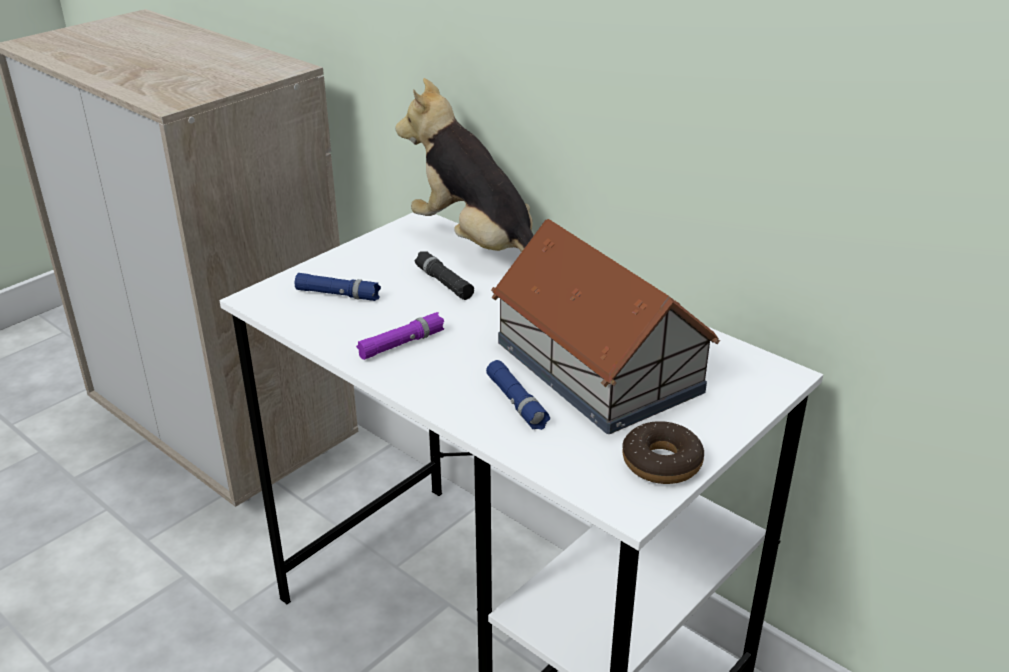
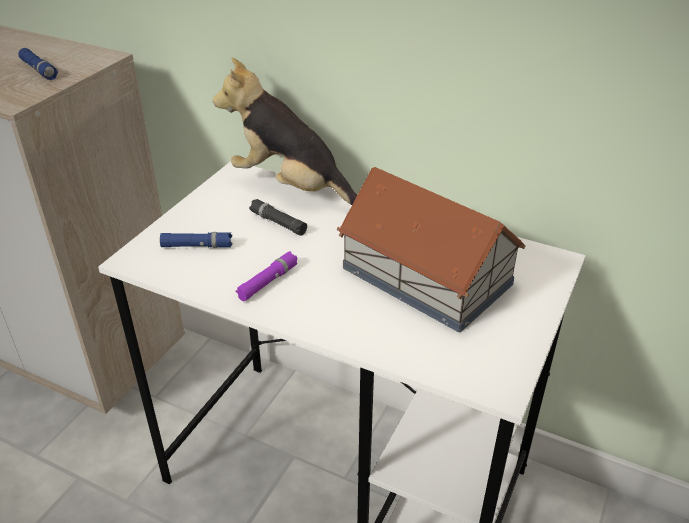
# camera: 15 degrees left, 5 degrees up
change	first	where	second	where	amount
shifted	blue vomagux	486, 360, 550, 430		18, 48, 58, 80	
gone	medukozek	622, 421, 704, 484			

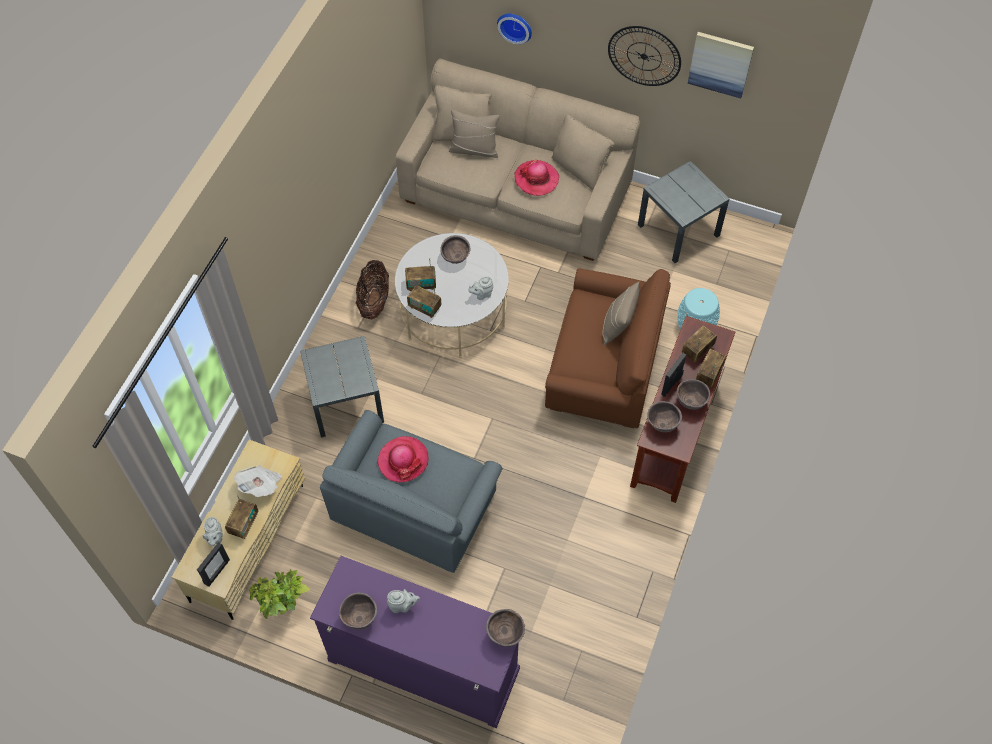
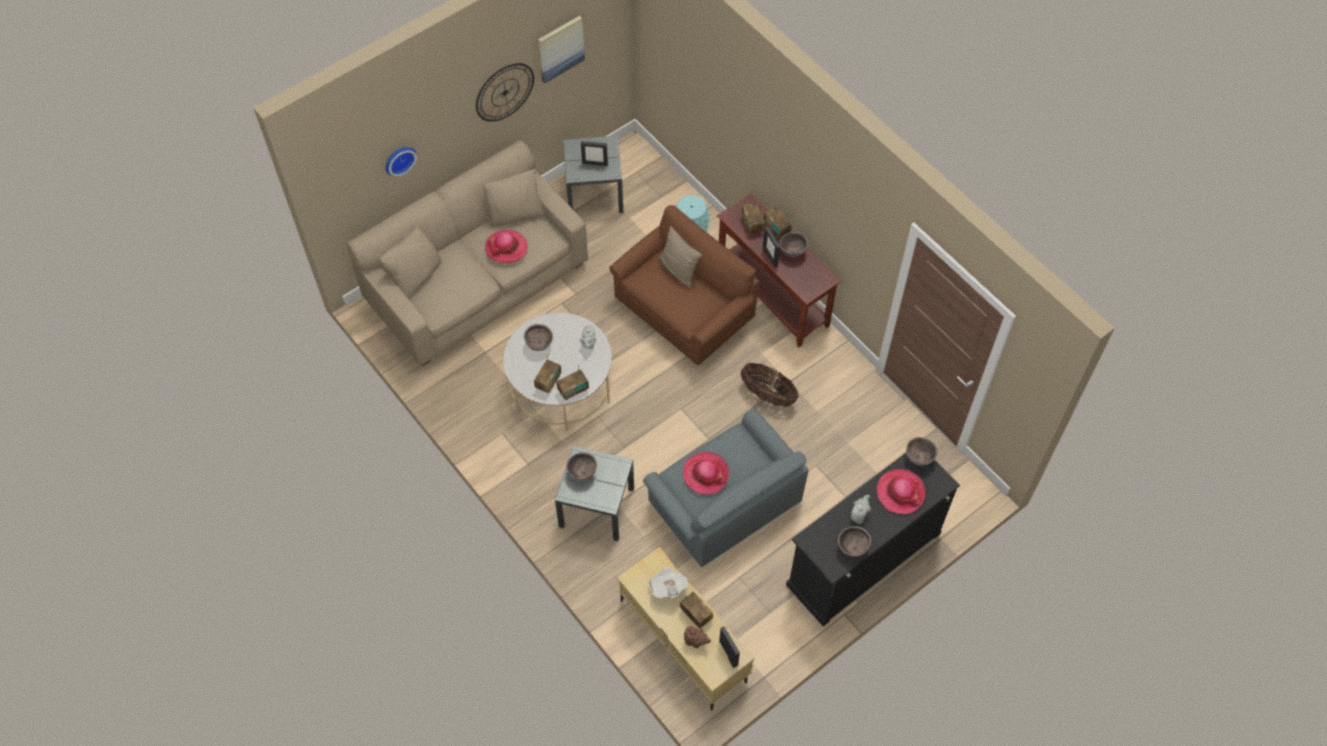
# camera: 60 degrees left, 0 degrees up
change	first	where	second	where	amount
repainted	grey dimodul	203, 517, 223, 546	brown dimodul	684, 626, 711, 648	
gone	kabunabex	249, 569, 310, 619			
repainted	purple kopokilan	310, 556, 520, 728	black kopokilan	786, 453, 960, 626	
shifted	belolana	356, 260, 389, 319		741, 363, 799, 407	
gone	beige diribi	449, 110, 500, 158			
shifted	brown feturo	647, 401, 682, 433		566, 452, 597, 481	
new			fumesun	581, 141, 608, 166	
new			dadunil	876, 469, 926, 514	

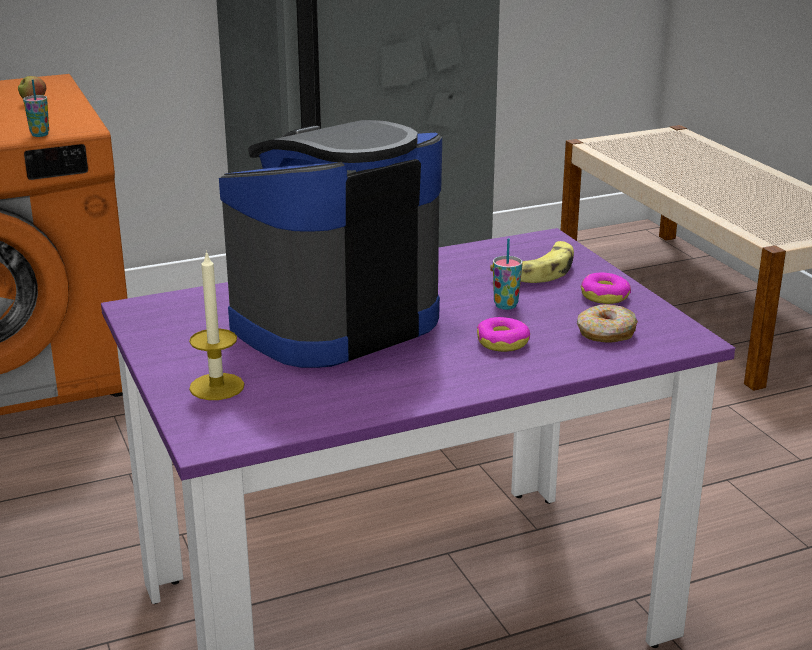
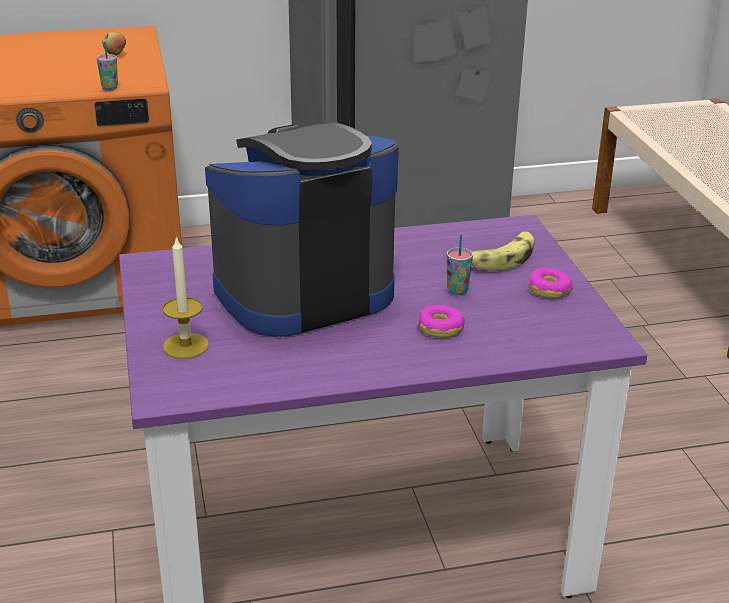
# camera: 10 degrees right, 5 degrees up
change	first	where	second	where	amount
gone	medukozek	577, 304, 638, 343			

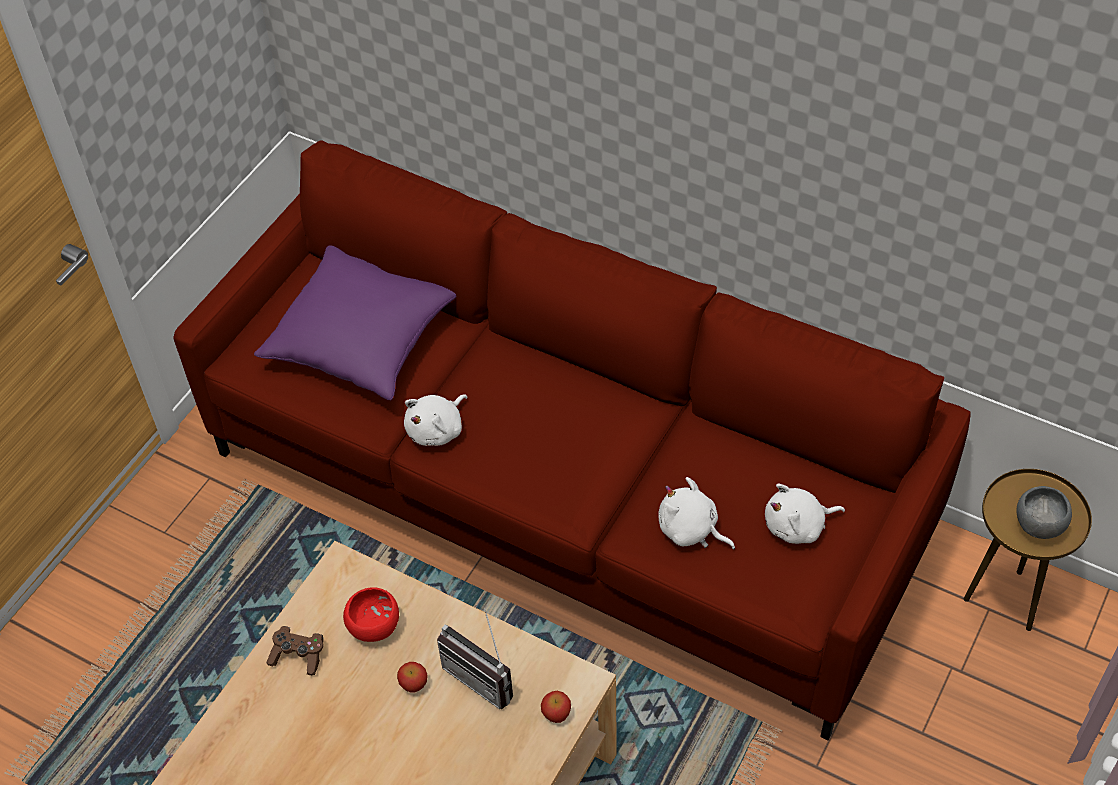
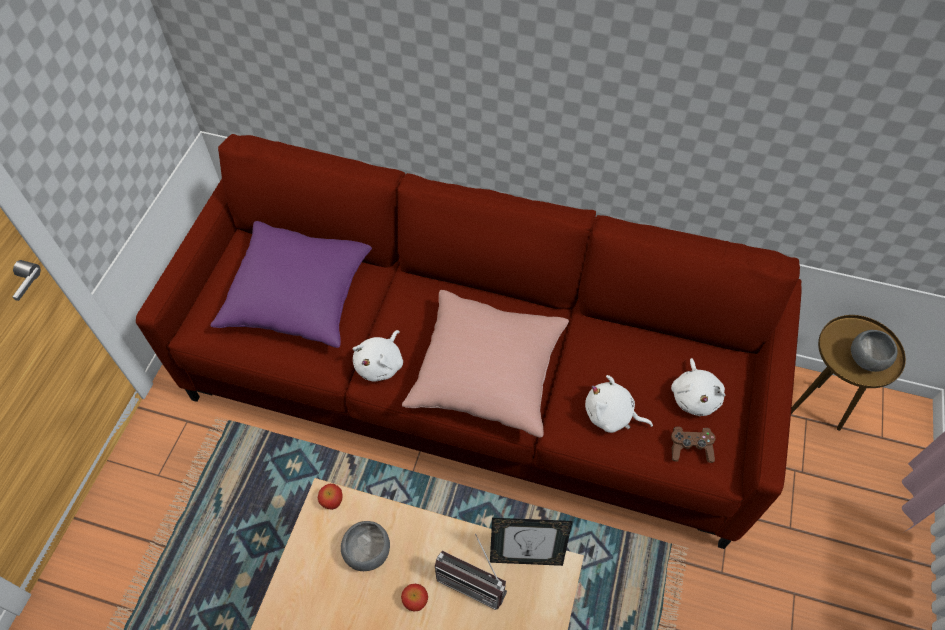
# camera: 15 degrees left, 5 degrees up
change	first	where	second	where	amount
shifted	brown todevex	267, 626, 323, 675		671, 427, 716, 463	
repainted	red feturo	343, 587, 399, 642	grey feturo	341, 521, 390, 571	
shifted	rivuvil	541, 691, 571, 723		317, 484, 343, 510	
rotated	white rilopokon	765, 483, 845, 544		671, 358, 725, 416	60 degrees counterclockwise
new			pink diribi	402, 290, 569, 437	
new			fumesun	490, 518, 573, 566	

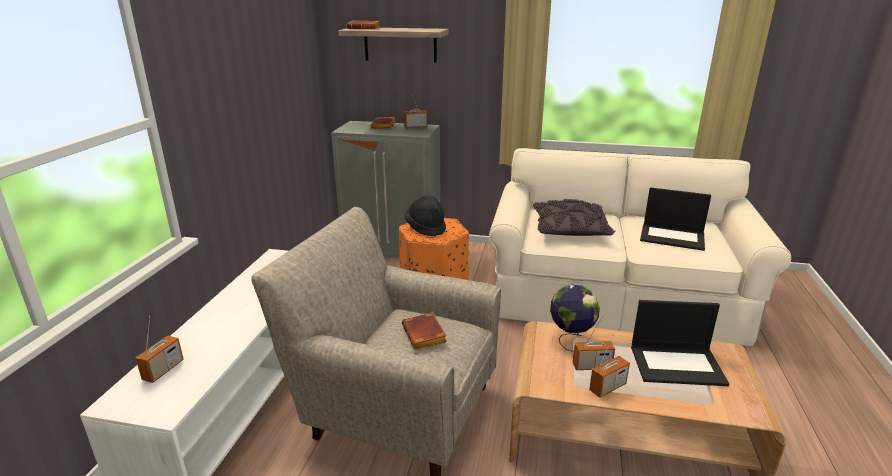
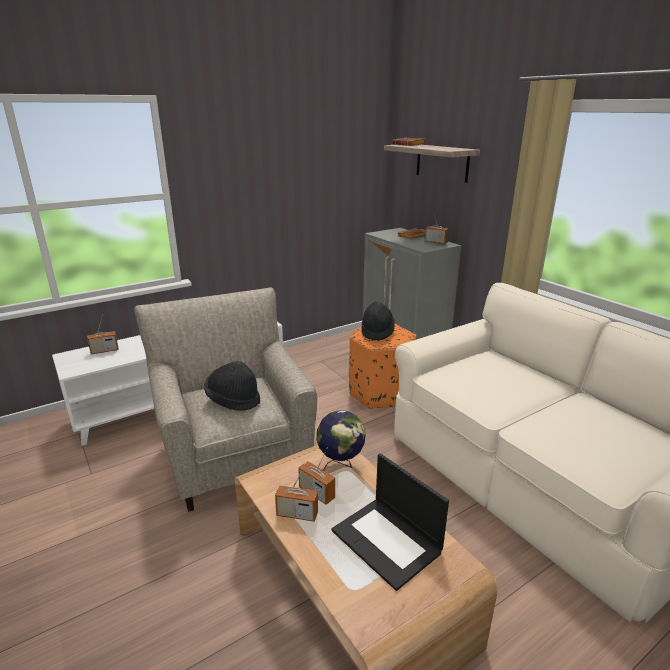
# camera: 45 degrees right, 0 degrees up
change	first	where	second	where	amount
swapped	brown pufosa	402, 312, 447, 350	black dadunil	204, 361, 260, 411	
gone	black diribi	533, 199, 615, 236			
gone	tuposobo	640, 187, 711, 251			

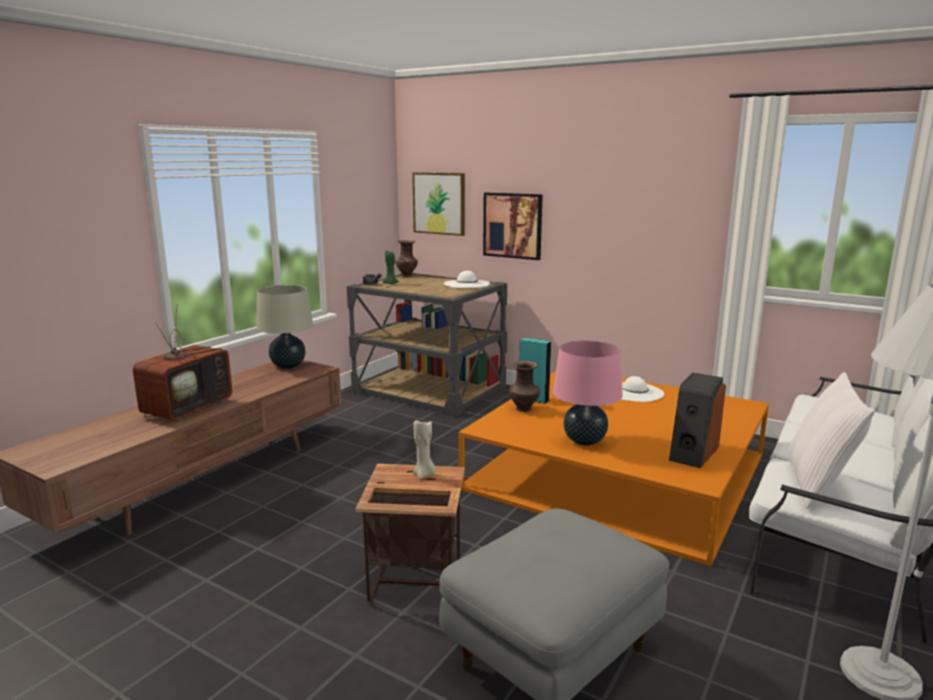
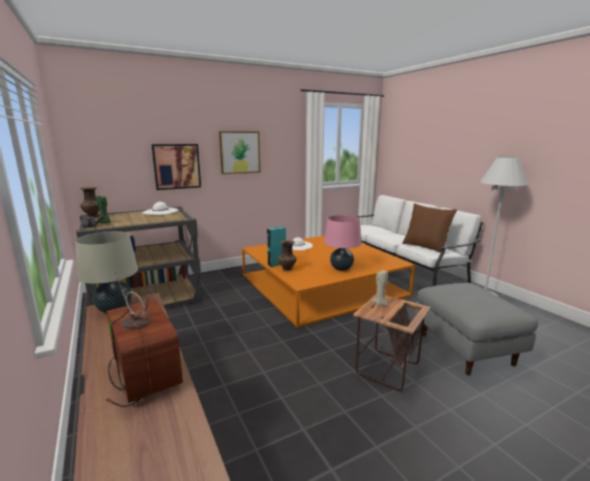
# camera: 60 degrees left, 0 degrees up
change	first	where	second	where	amount
shifted	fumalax	412, 172, 465, 236		219, 131, 260, 174	
gone	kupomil	669, 372, 726, 468			
repainted	white diribi	788, 372, 875, 509	brown diribi	402, 203, 457, 253	

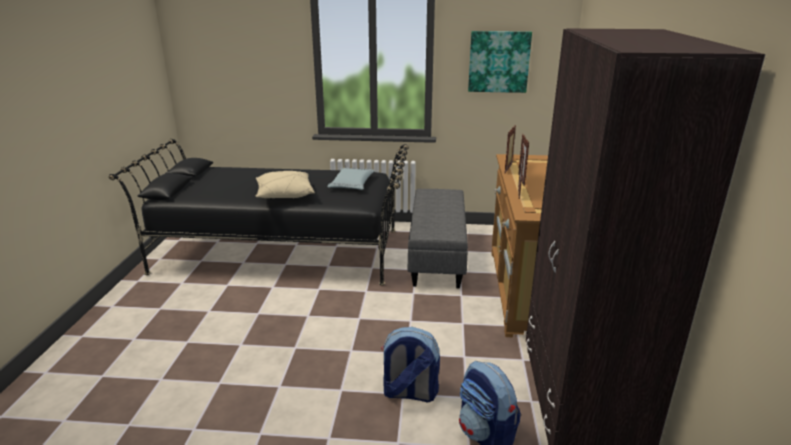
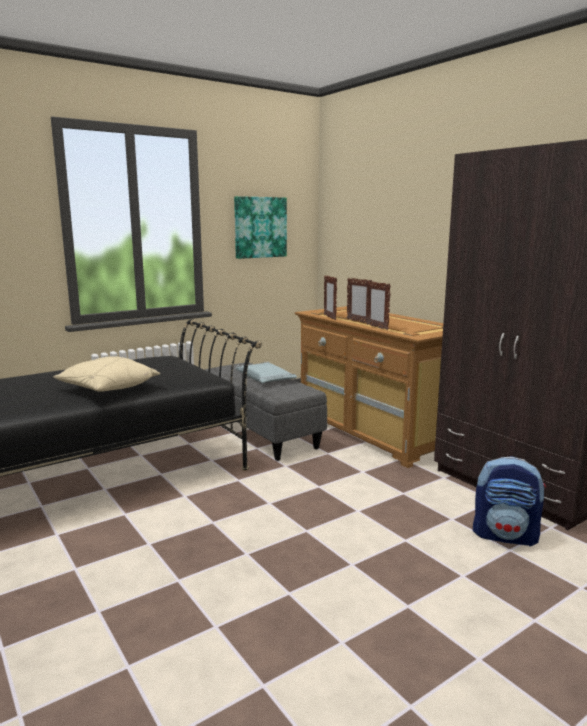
# camera: 40 degrees left, 10 degrees down
change	first	where	second	where	amount
shifted	blue diribi	327, 166, 374, 190		235, 362, 297, 383	
gone	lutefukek	381, 327, 440, 402			

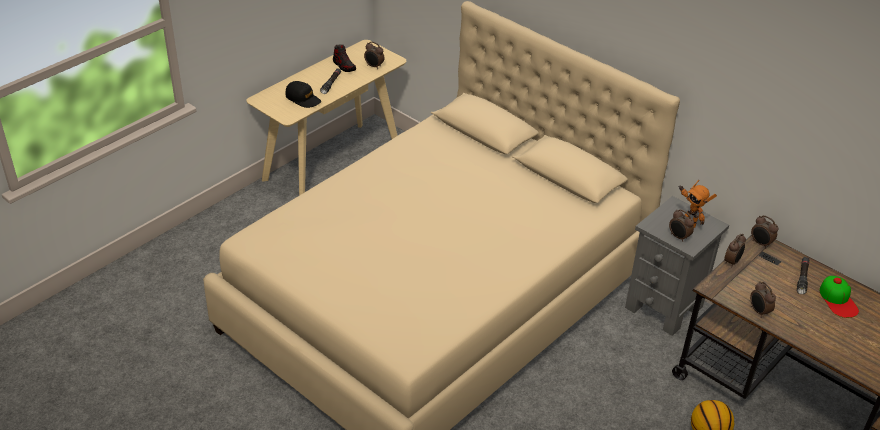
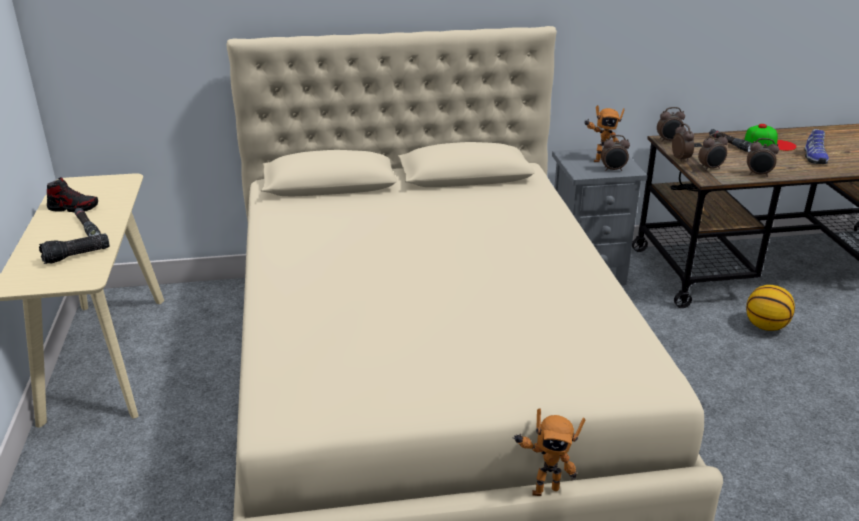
# camera: 50 degrees left, 10 degrees down
change	first	where	second	where	amount
swapped	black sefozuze	286, 81, 321, 108	vomagux	39, 234, 109, 264	
shifted	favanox	364, 41, 384, 69		698, 132, 728, 171	
new			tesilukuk	513, 408, 586, 496	
new			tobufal	805, 129, 829, 164	

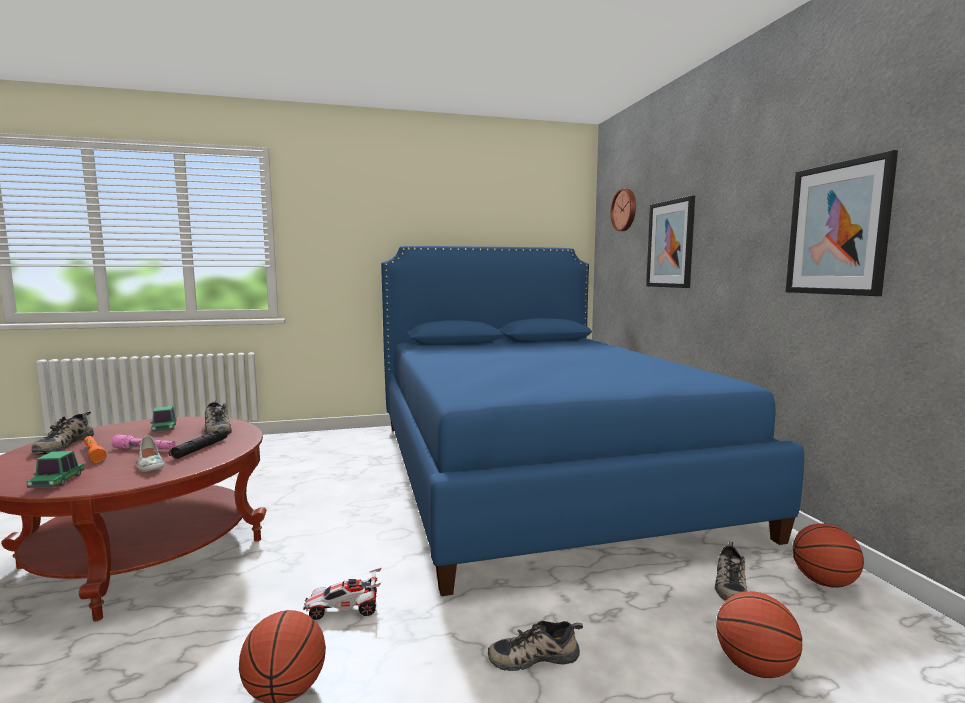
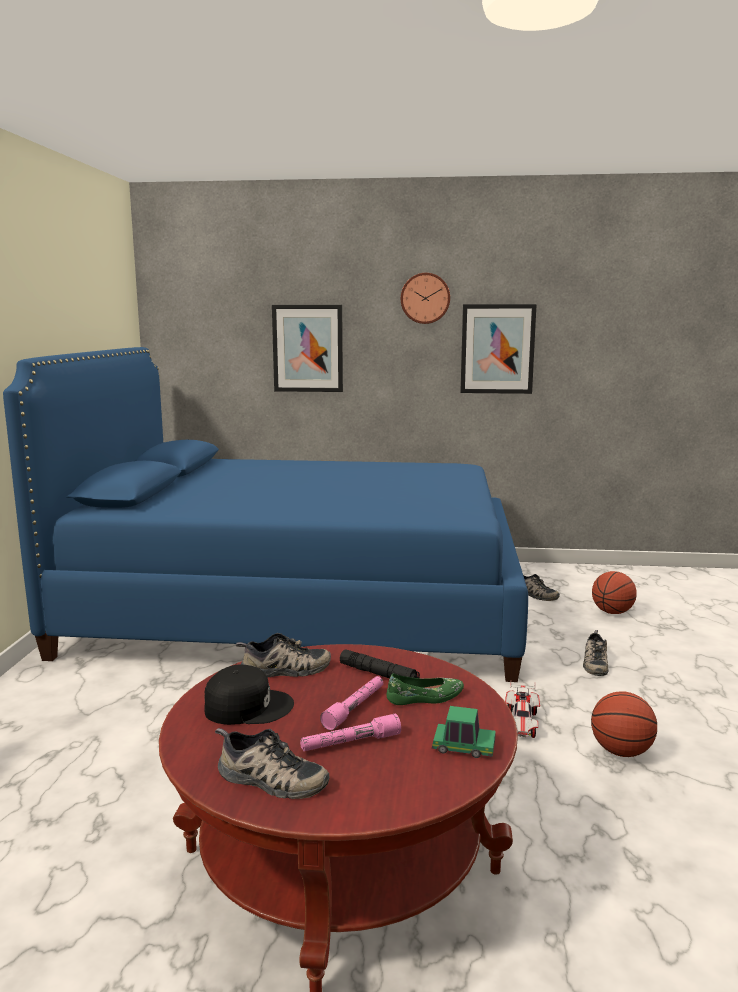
# camera: 70 degrees left, 5 degrees up
change	first	where	second	where	amount
repainted	orange vomagux	84, 436, 107, 463	pink vomagux	300, 714, 401, 751	
repainted	white tobufal	137, 435, 164, 472	green tobufal	386, 673, 464, 705	
swapped	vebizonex	150, 406, 177, 432	black sefozuze	204, 665, 294, 725	
shifted	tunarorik	610, 188, 636, 231		401, 273, 450, 324	
gone	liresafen	793, 524, 864, 588			

